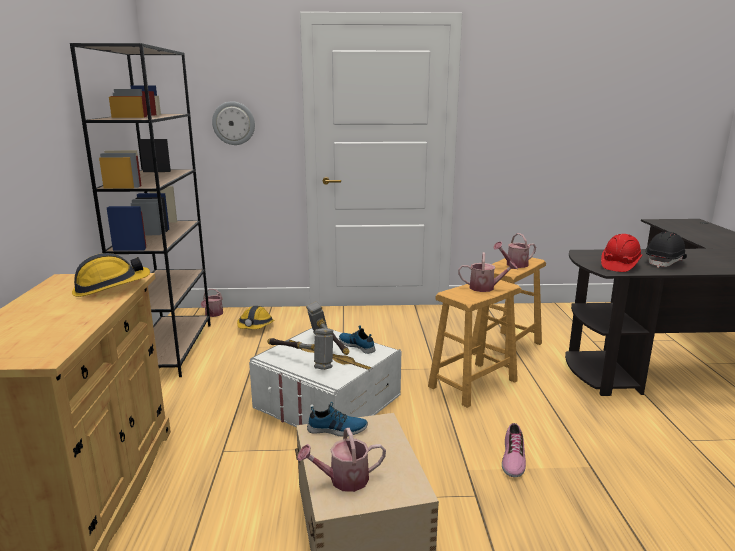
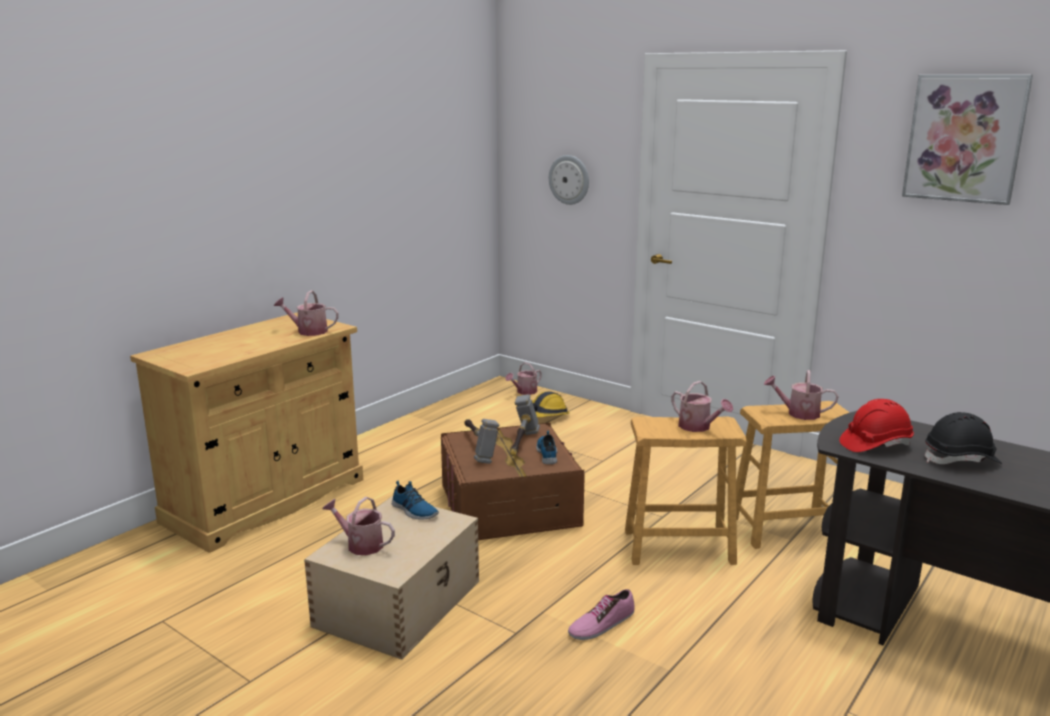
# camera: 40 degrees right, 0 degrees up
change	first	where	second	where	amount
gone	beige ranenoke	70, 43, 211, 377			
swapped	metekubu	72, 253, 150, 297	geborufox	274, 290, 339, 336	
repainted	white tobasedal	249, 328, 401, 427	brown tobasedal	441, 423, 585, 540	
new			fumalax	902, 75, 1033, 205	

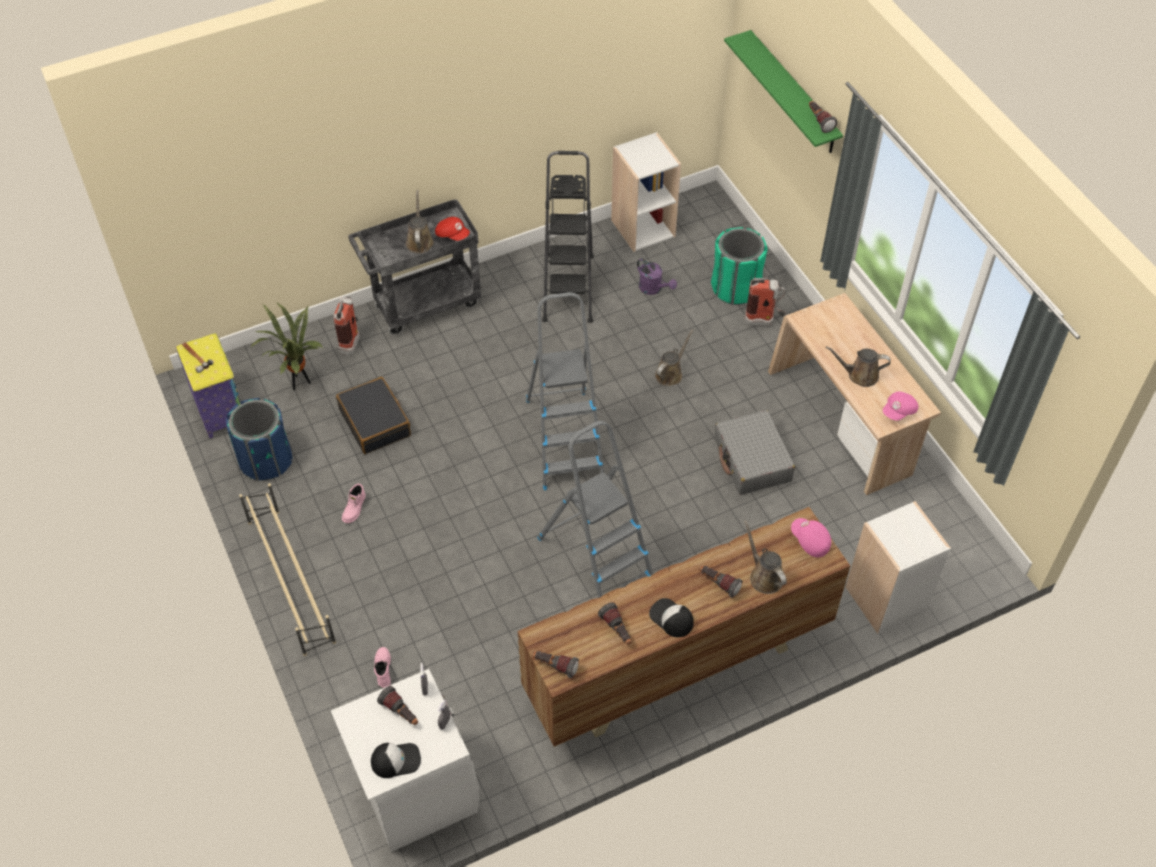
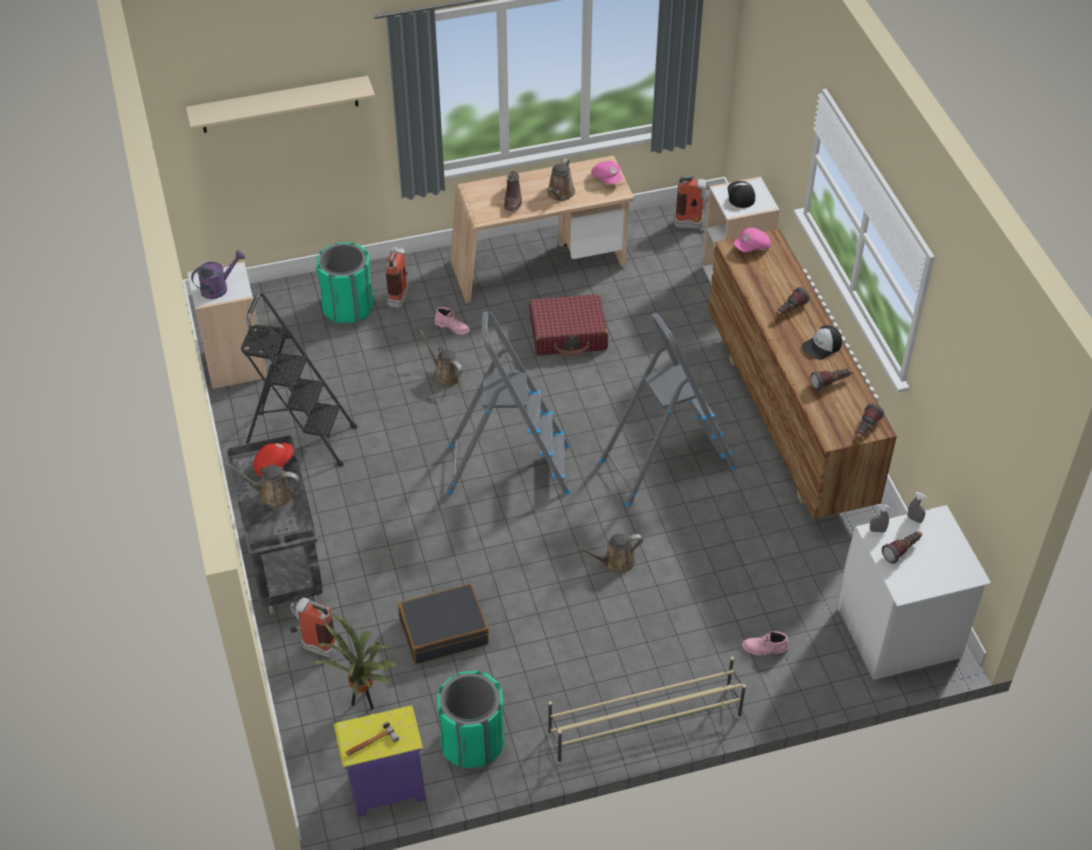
# camera: 80 degrees left, 5 degrees down
change	first	where	second	where	amount
repainted	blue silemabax	226, 398, 293, 480	green silemabax	437, 671, 504, 768	
shifted	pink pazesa	342, 484, 366, 523		435, 307, 470, 335	
shifted	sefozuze	371, 743, 421, 778		728, 181, 755, 208	
shifted	purple geborufox	637, 258, 677, 295		191, 250, 245, 299	
repainted	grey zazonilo	714, 410, 795, 495	red zazonilo	529, 294, 608, 356	
repainted	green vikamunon	724, 30, 843, 153	beige vikamunon	186, 76, 375, 133	
shifted	brown geborufox	744, 520, 787, 594		578, 533, 643, 573	
gone	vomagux	809, 101, 837, 133			
new			brown pazesa	504, 171, 522, 211	
new			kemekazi	675, 176, 710, 229	

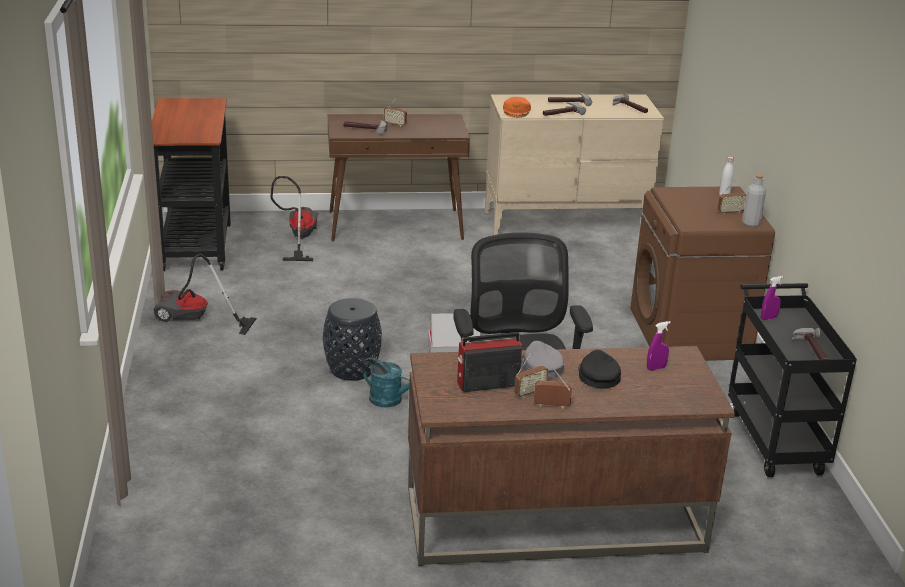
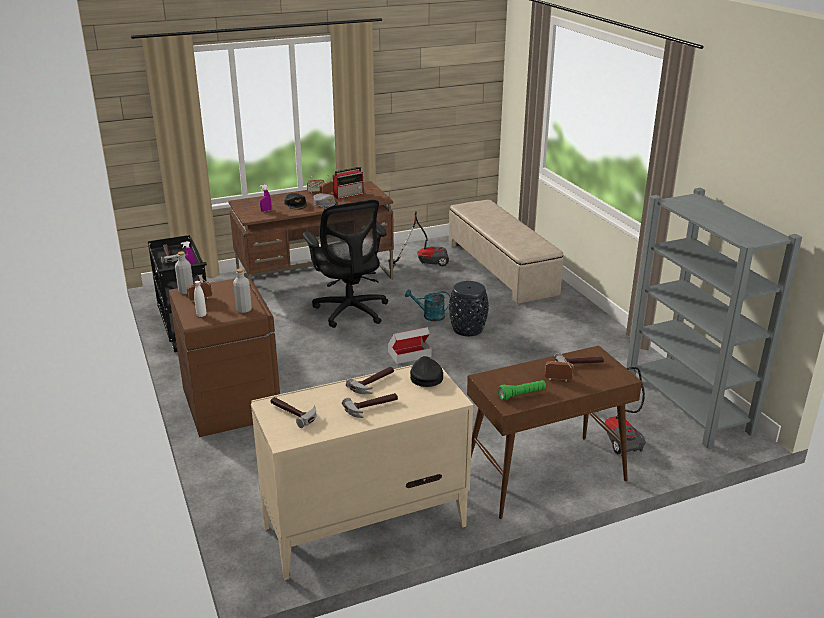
# camera: 165 degrees right, 0 degrees up
change	first	where	second	where	amount
swapped	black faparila	152, 98, 231, 271	grey ranenoke	626, 188, 802, 448	
shifted	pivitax	153, 253, 257, 335		388, 212, 449, 269	
repainted	orange sefozuze	503, 97, 531, 118	black sefozuze	410, 356, 443, 387	
new			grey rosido	233, 268, 252, 313	
new			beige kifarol	449, 200, 564, 304	
new			green vomagux	498, 380, 546, 400	

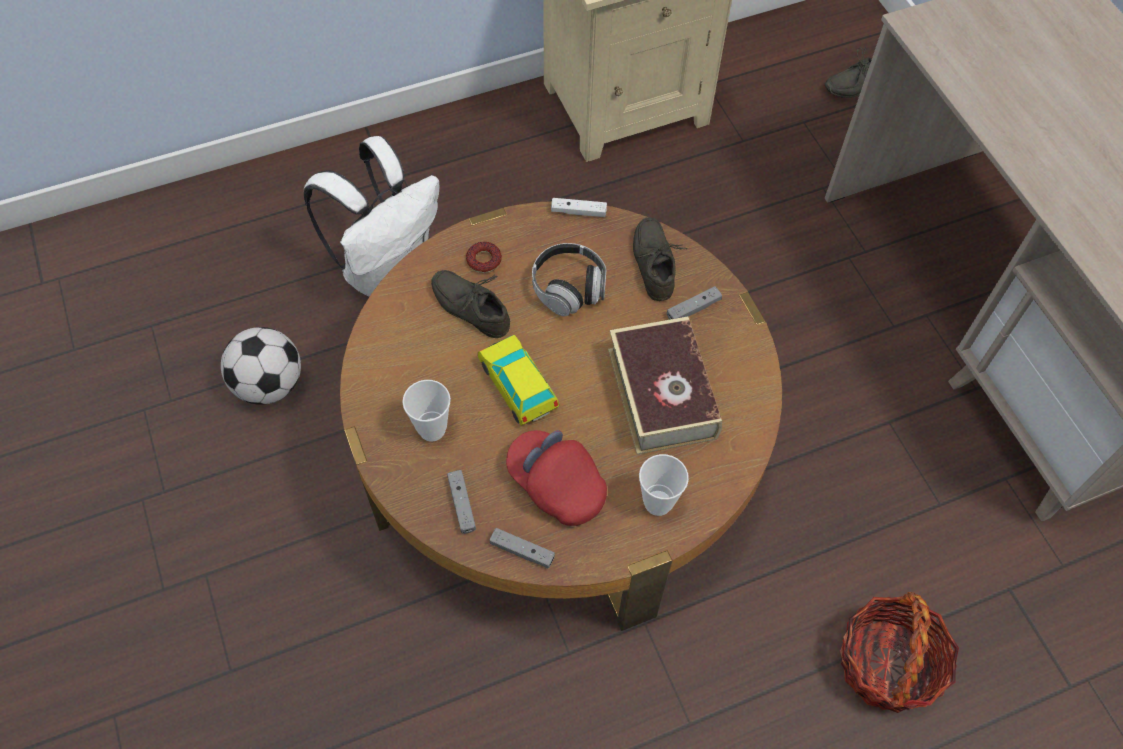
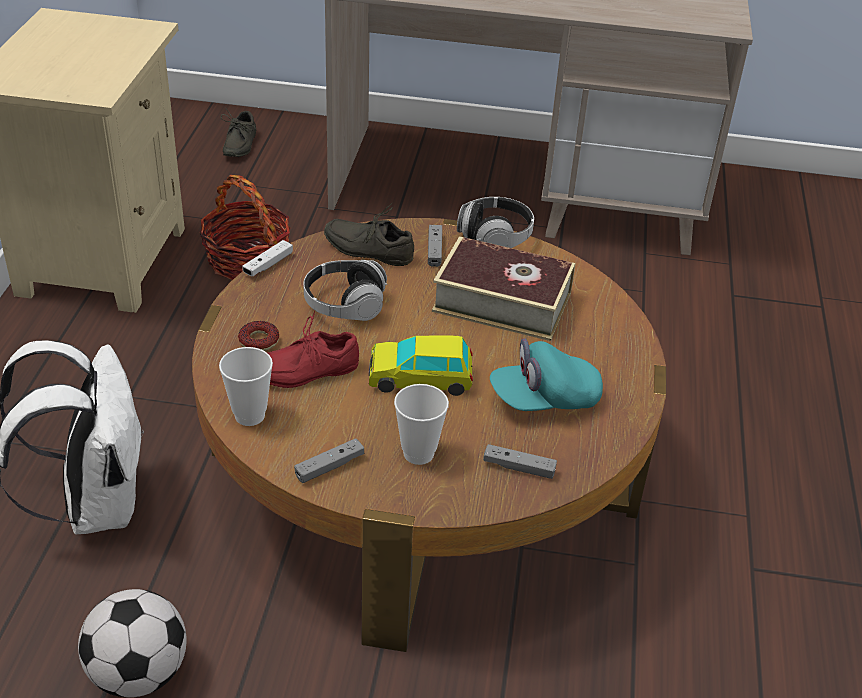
# camera: 60 degrees left, 20 degrees down
change	first	where	second	where	amount
repainted	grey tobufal	431, 270, 510, 338	red tobufal	267, 311, 359, 388	
shifted	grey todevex	489, 528, 555, 568		294, 438, 364, 483	
repainted	red sefozuze	506, 430, 607, 526	turquoise sefozuze	490, 338, 603, 411	
shifted	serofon	639, 454, 689, 516		219, 347, 273, 426	
shifted	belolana	840, 592, 959, 713		200, 175, 291, 280	
new			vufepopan	457, 197, 534, 248	

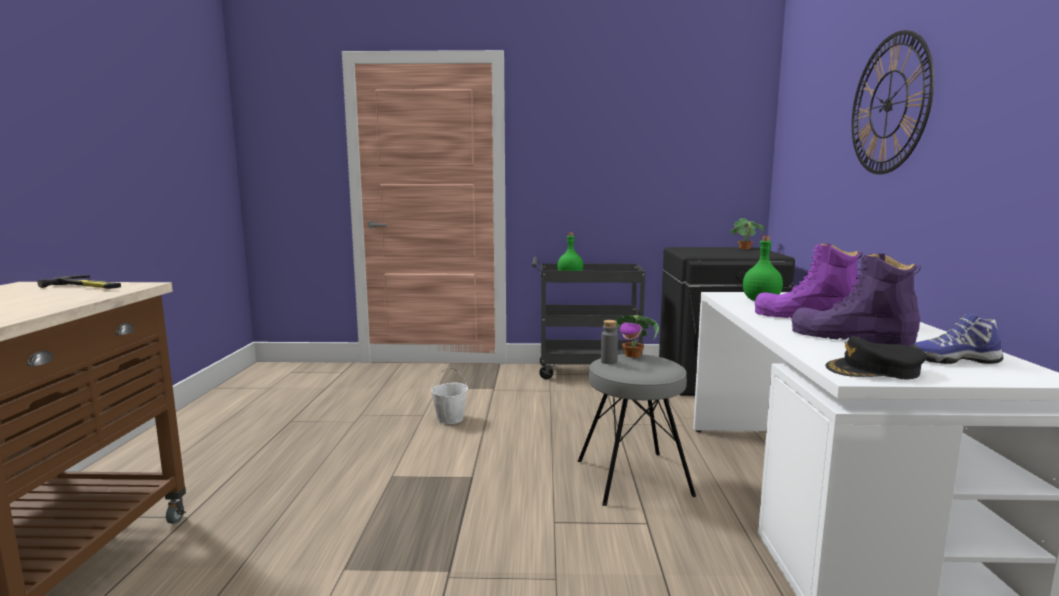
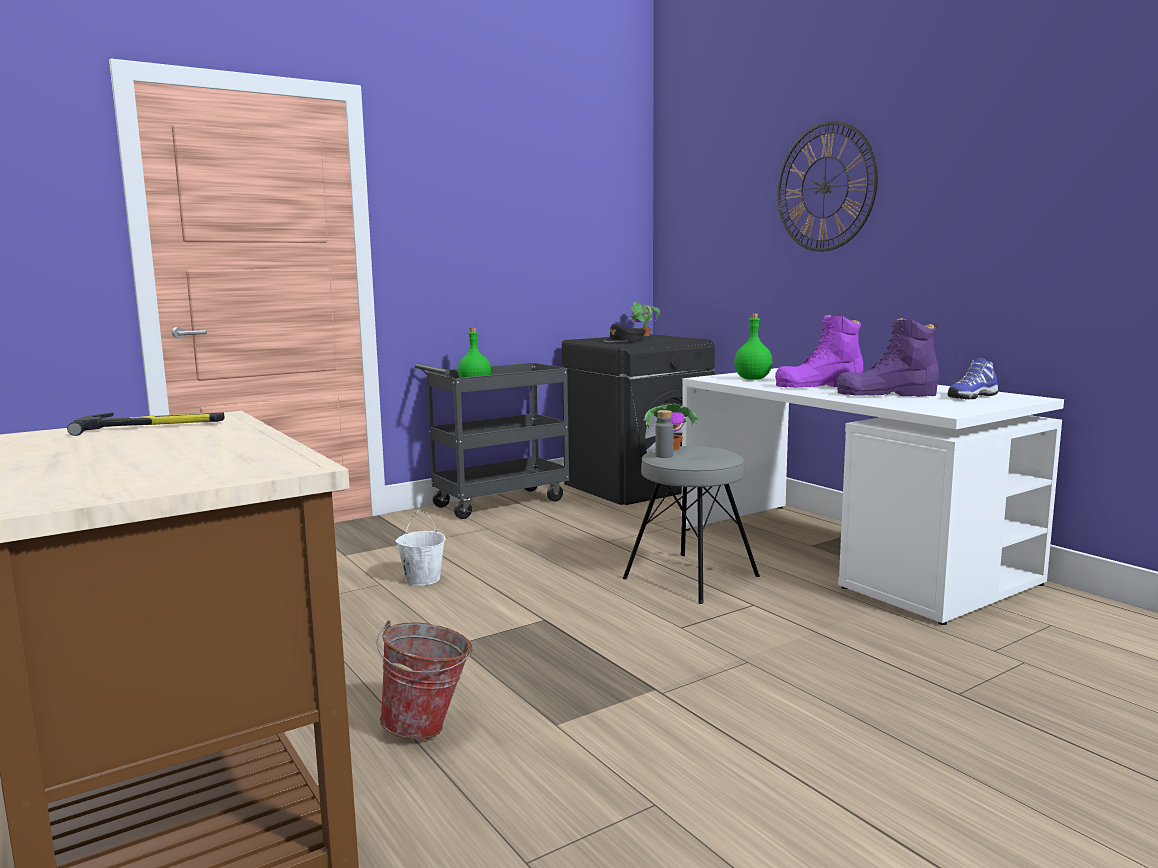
# camera: 35 degrees left, 0 degrees up
change	first	where	second	where	amount
shifted	black sefozuze	825, 336, 927, 380		602, 324, 646, 343	
new			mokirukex	376, 621, 473, 740	

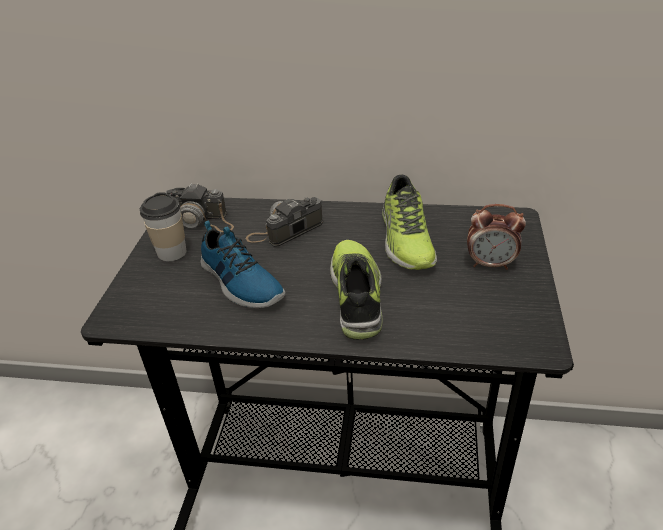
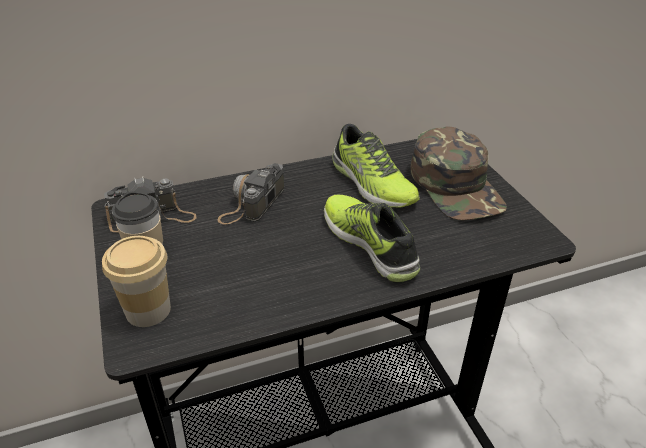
# camera: 30 degrees left, 0 degrees up
change	first	where	second	where	amount
gone	tobufal	201, 221, 286, 308			
swapped	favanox	467, 204, 526, 270	green sefozuze	411, 127, 507, 221	
new			serofon	102, 236, 171, 327	

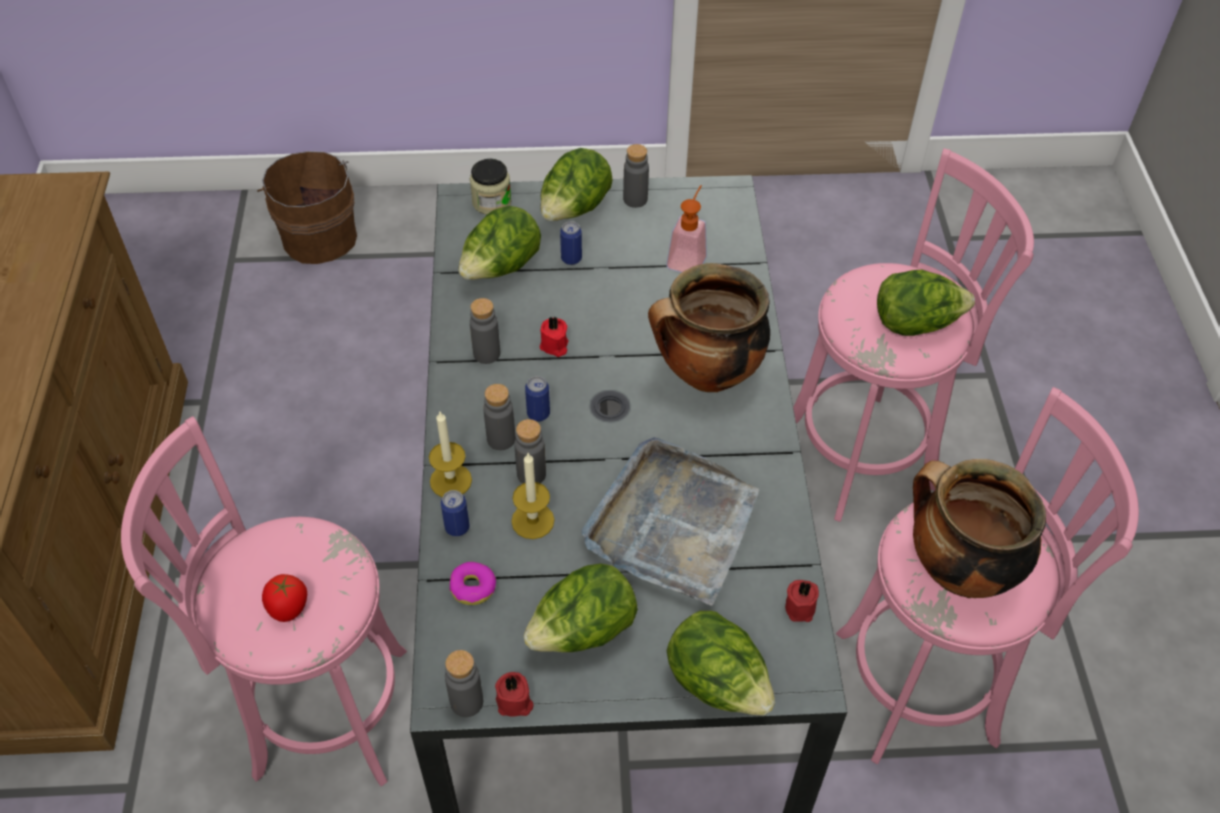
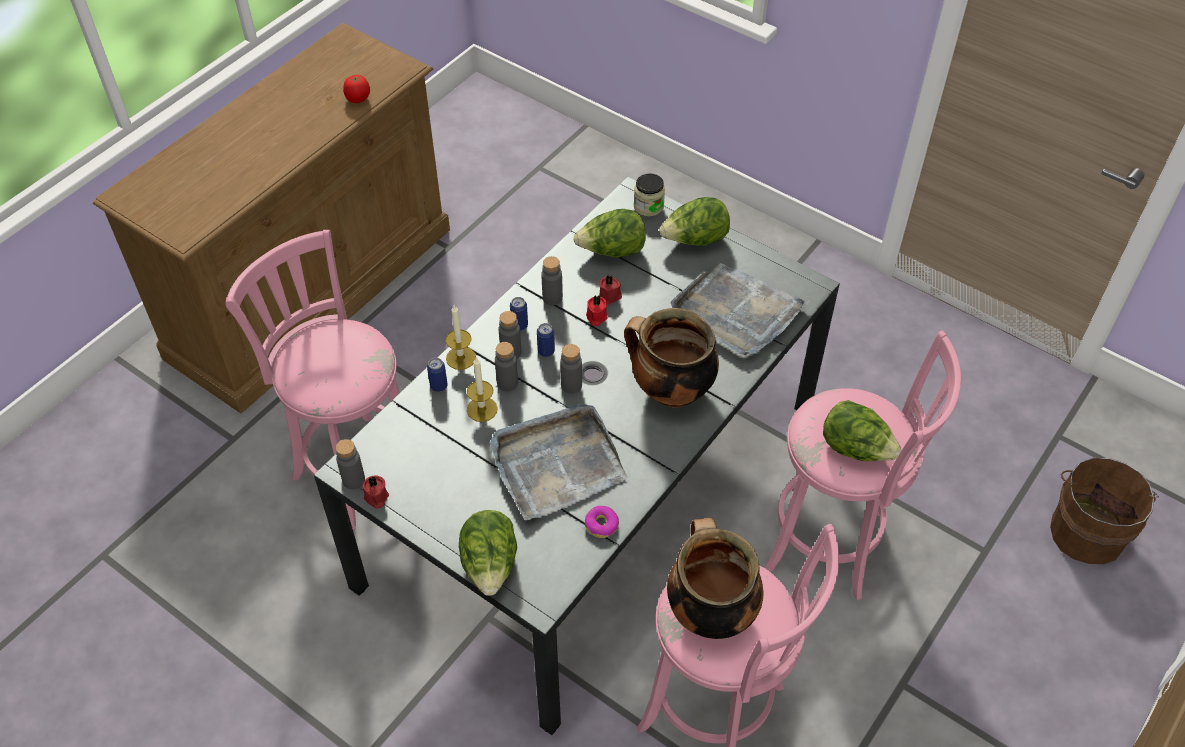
# camera: 40 degrees right, 0 degrees up
change	first	where	second	where	amount
shifted	brown mokirukex	257, 151, 357, 264		1050, 457, 1159, 564	
shifted	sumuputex	262, 574, 307, 622		343, 75, 370, 103	
shifted	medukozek	450, 562, 496, 605		585, 506, 619, 538	
gone	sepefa	523, 563, 638, 652			
shifted	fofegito	560, 221, 582, 265		510, 297, 528, 331	
shifted	grey rosido	623, 144, 649, 208		560, 344, 582, 394	
swapped	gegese	666, 185, 707, 273	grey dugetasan	671, 263, 809, 355	
shifted	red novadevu	785, 580, 819, 622		599, 275, 622, 305	

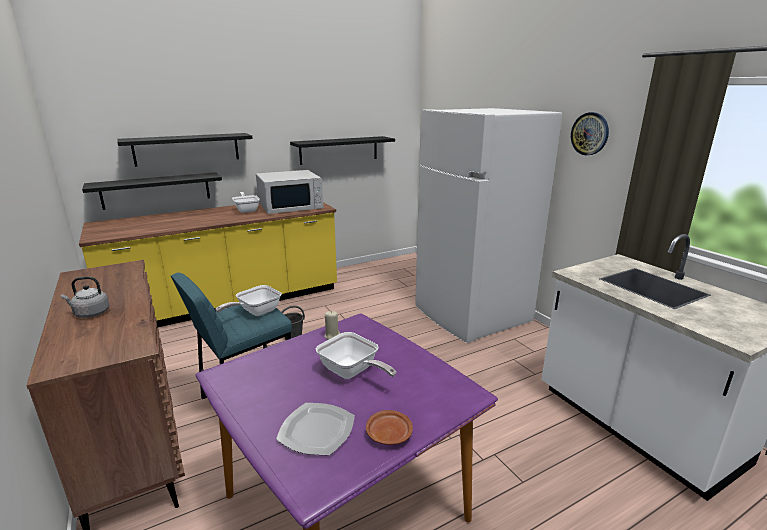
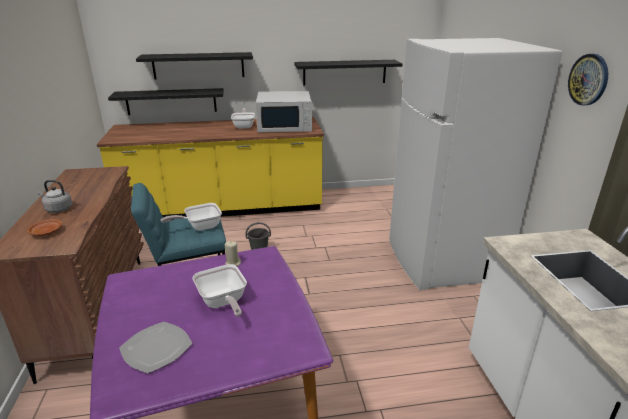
# camera: 20 degrees right, 5 degrees up
change	first	where	second	where	amount
shifted	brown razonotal	366, 410, 413, 445		27, 219, 62, 236	

